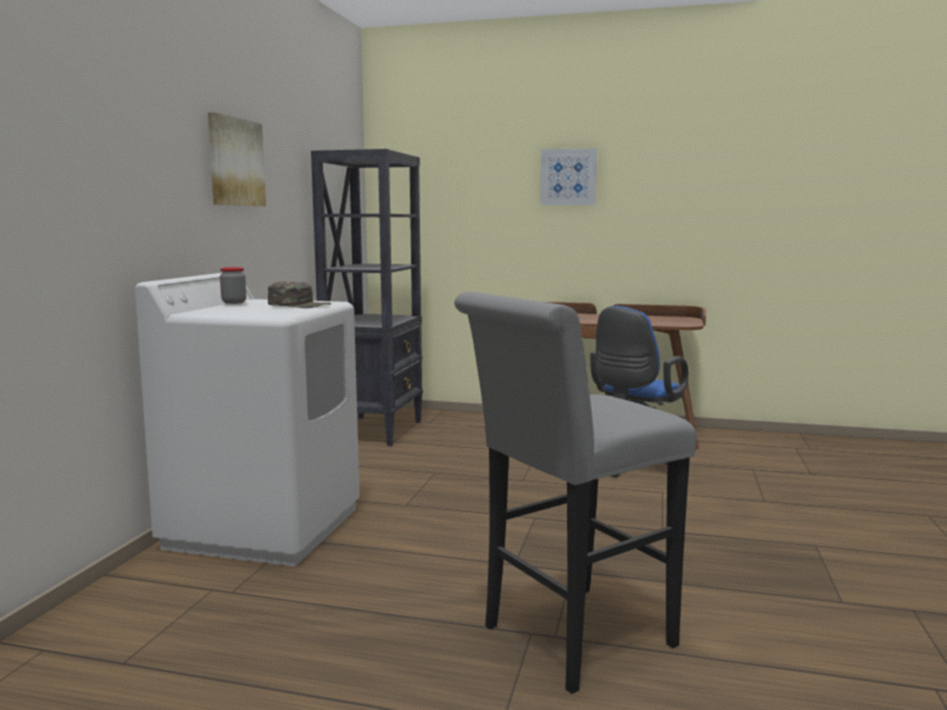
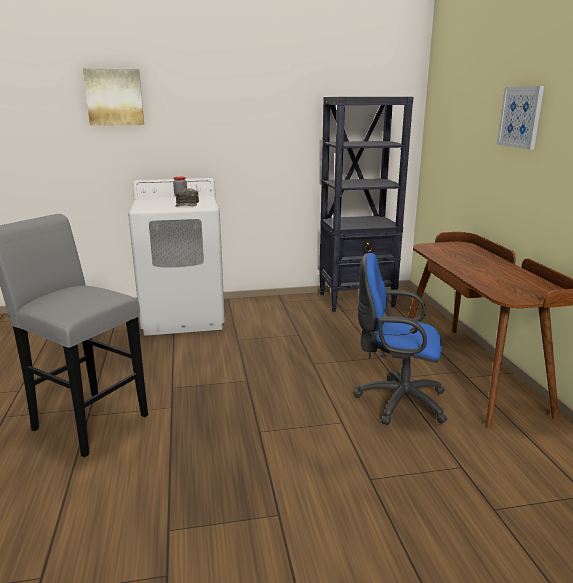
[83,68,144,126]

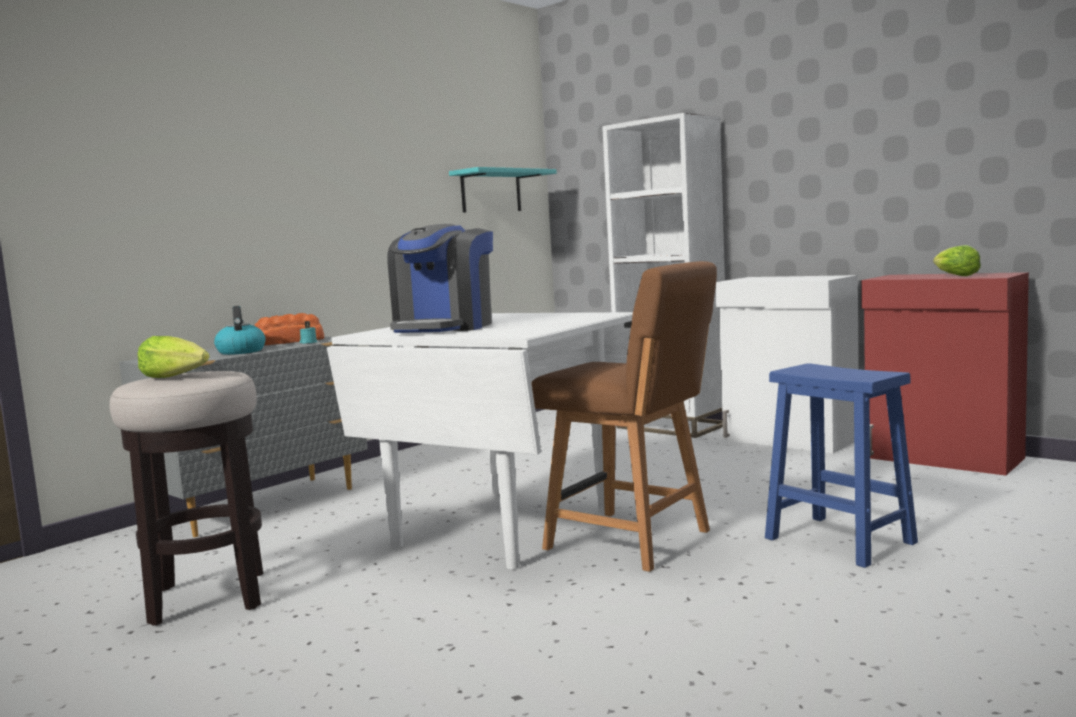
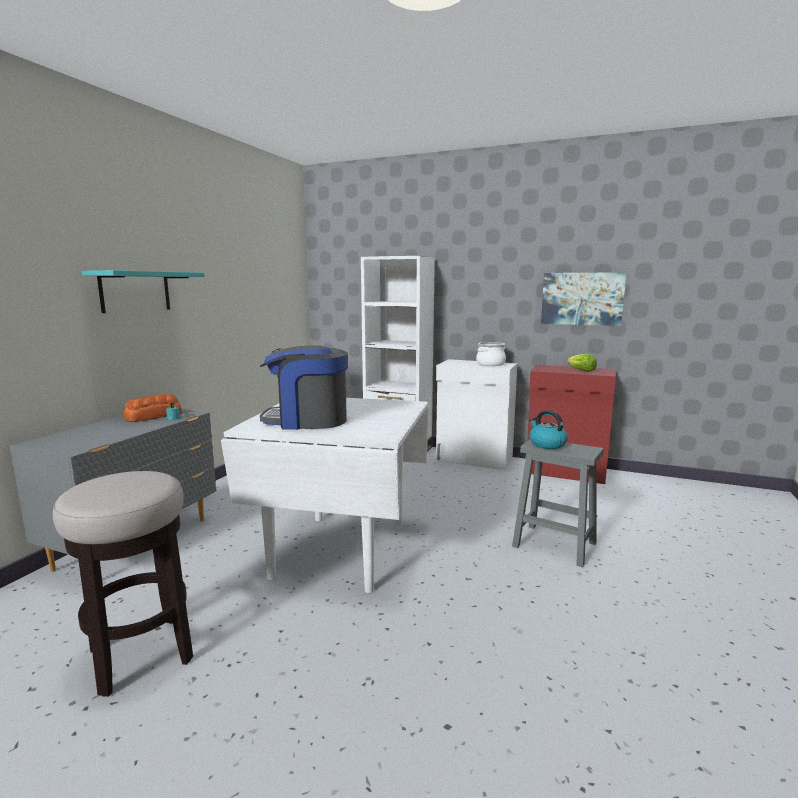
[138,336,210,378] (first image)
[531,261,717,572] (first image)
[476,342,506,366]
[541,272,627,326]
[529,410,568,449]
[82,270,205,313]
[512,440,604,567]
[260,346,348,430]

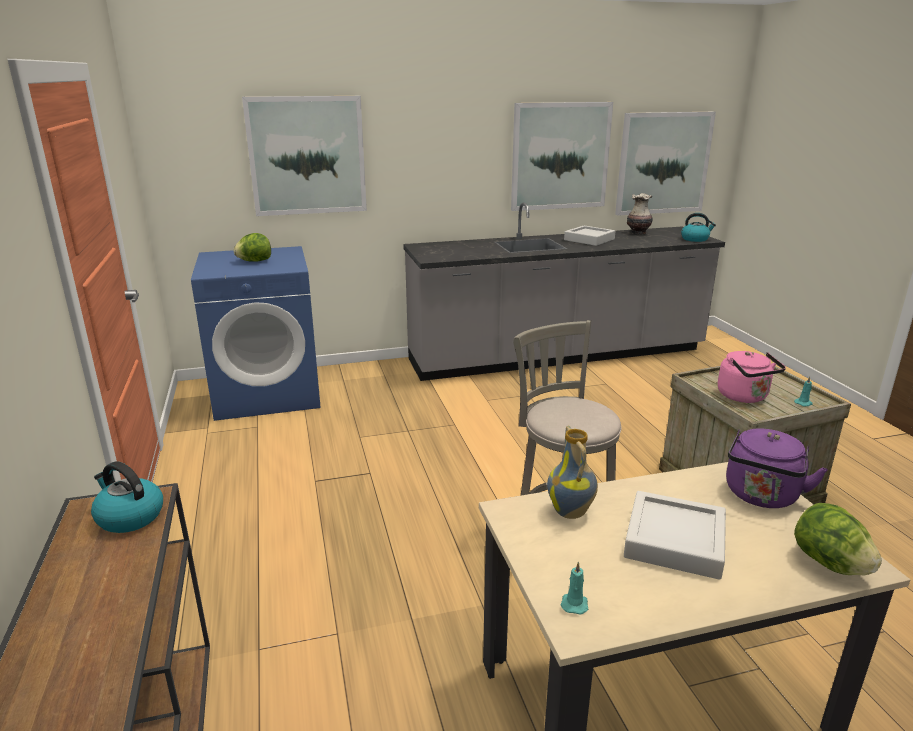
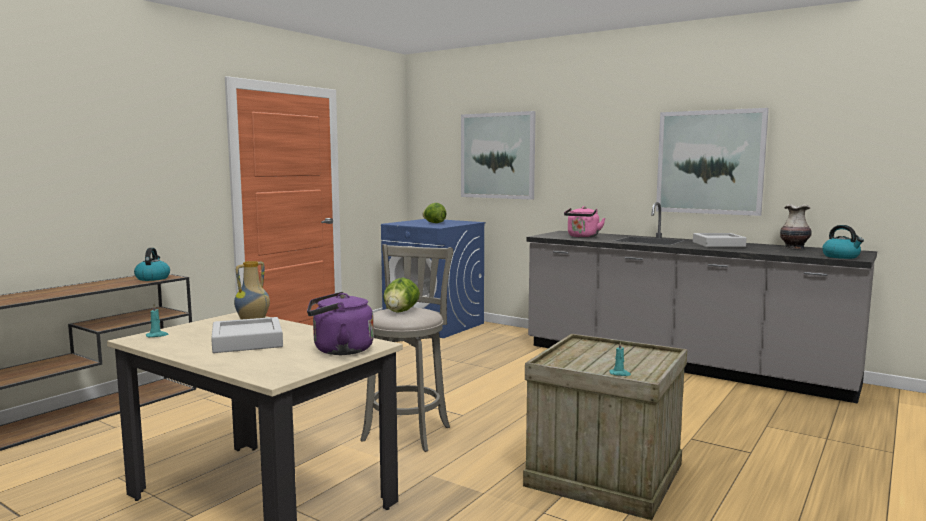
[615,112,716,216] (first image)
[564,206,605,238]
[383,277,420,313]

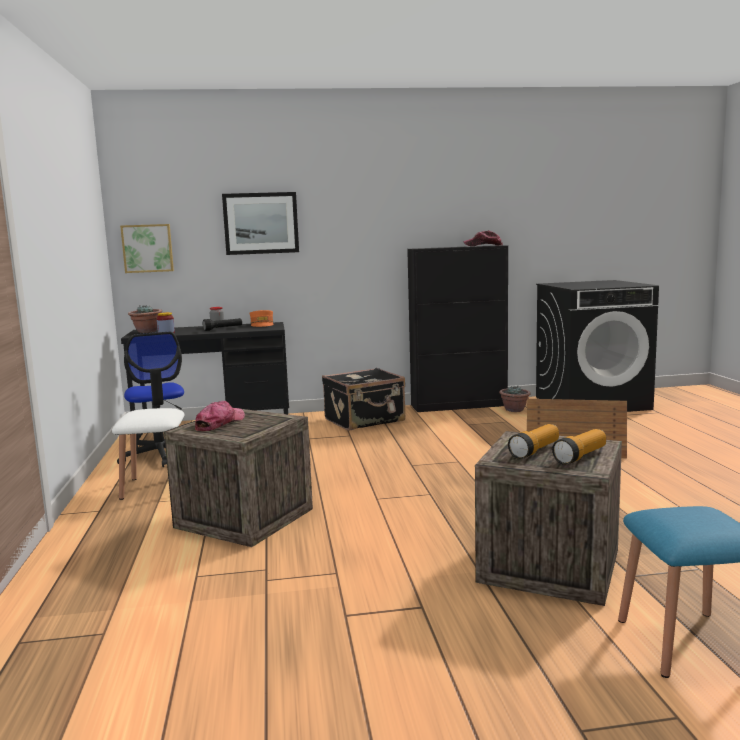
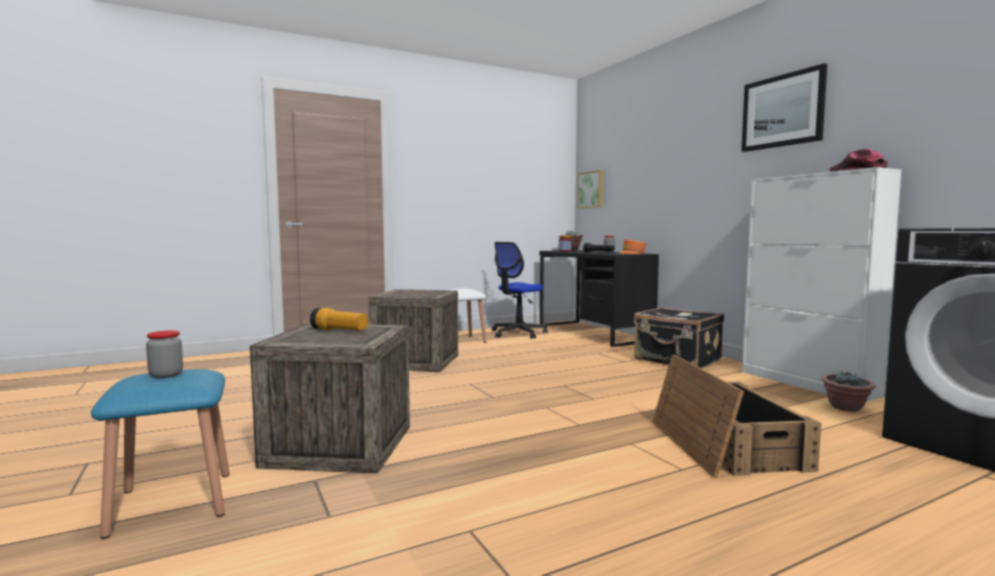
[195,401,245,431] (first image)
[552,429,606,465] (first image)
[146,330,183,378]
[741,63,827,152]
[742,167,902,402]

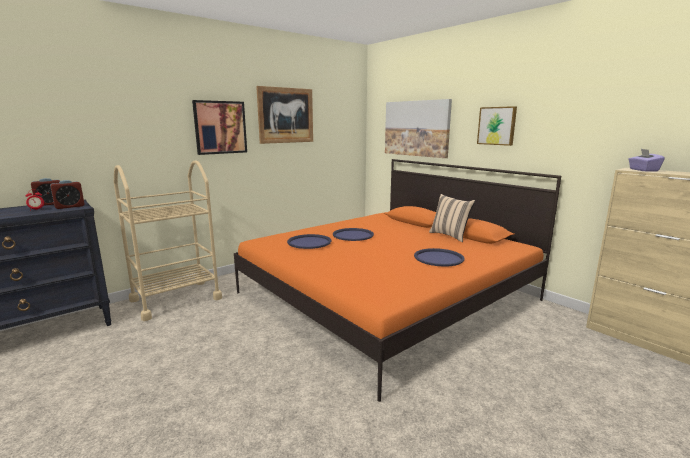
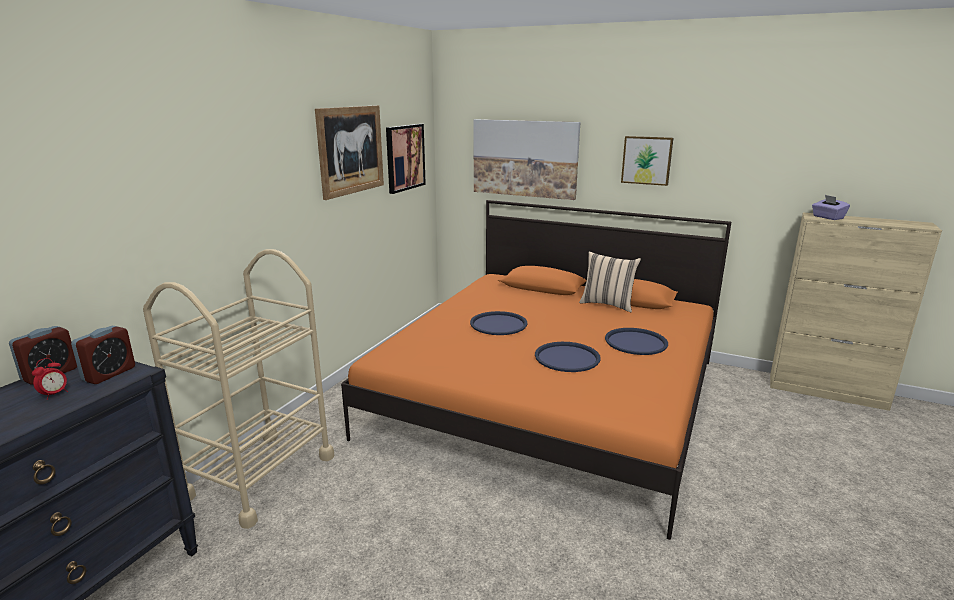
[386,124,426,194]
[535,342,600,372]

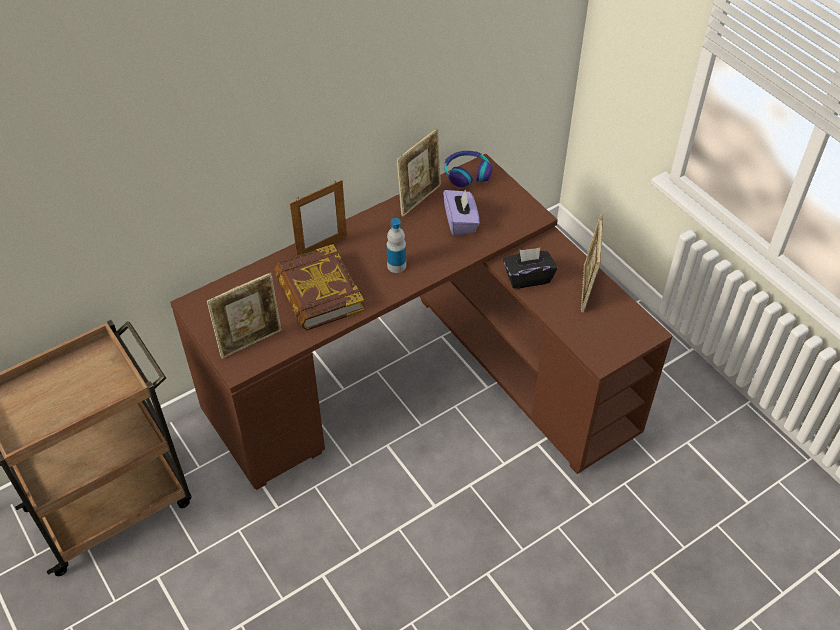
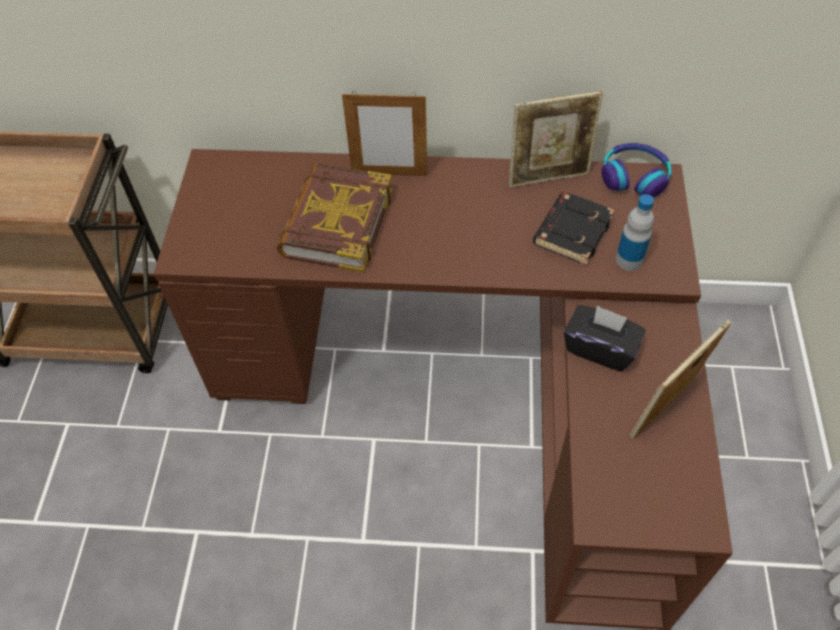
[207,273,282,359] (first image)
[616,194,654,271]
[533,192,614,265]

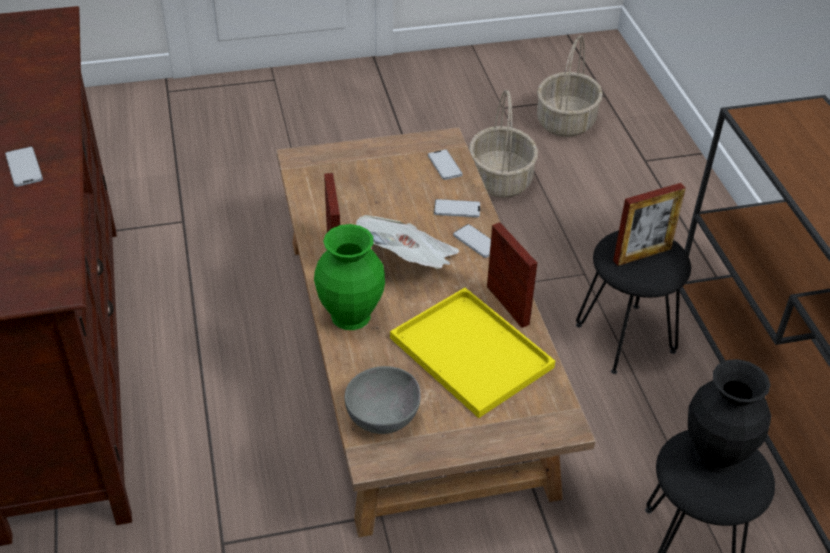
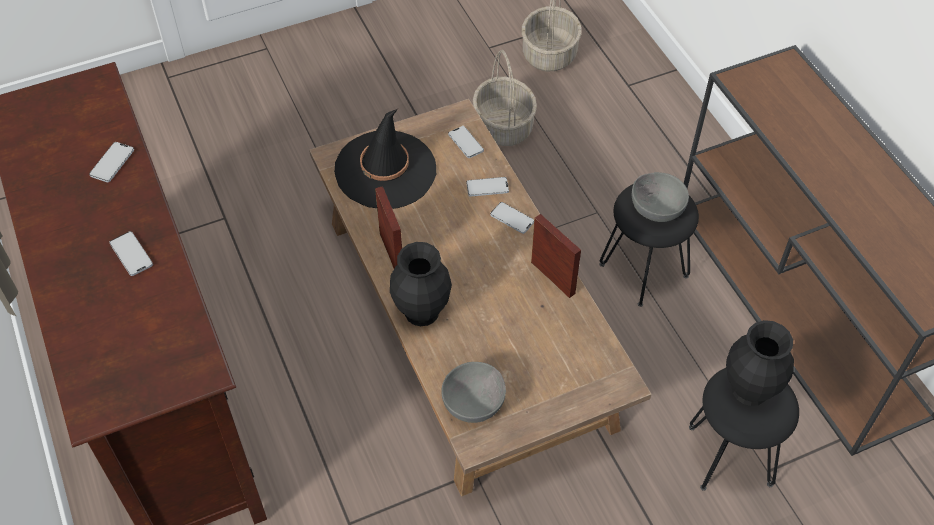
[356,215,459,269] (first image)
[390,288,555,418] (first image)
[89,142,134,182]
[334,109,436,209]
[632,172,689,222]
[390,242,452,326]

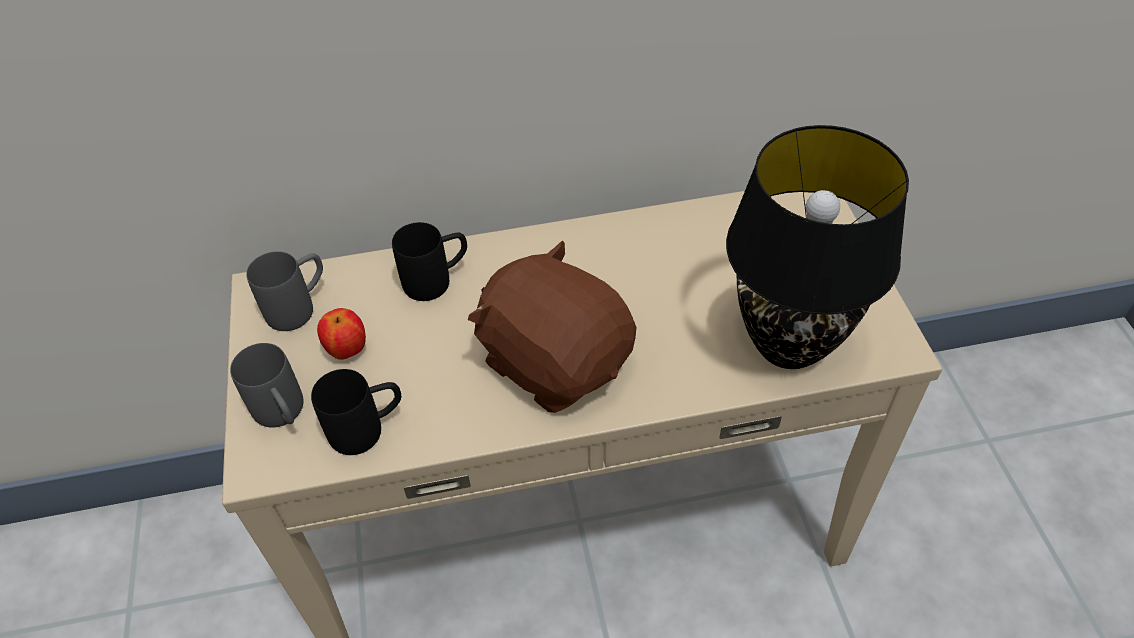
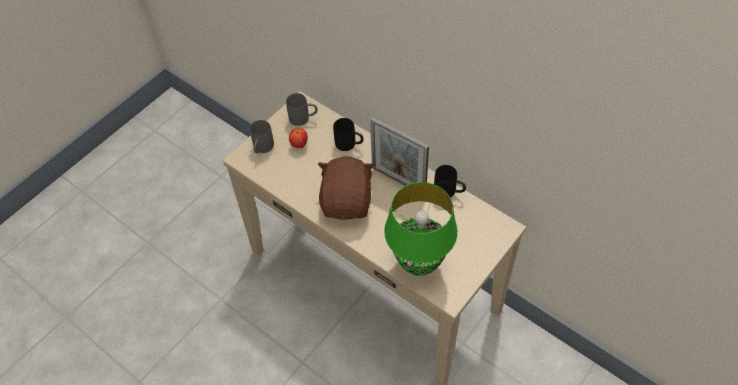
[370,117,429,186]
[434,165,466,198]
[384,182,458,276]

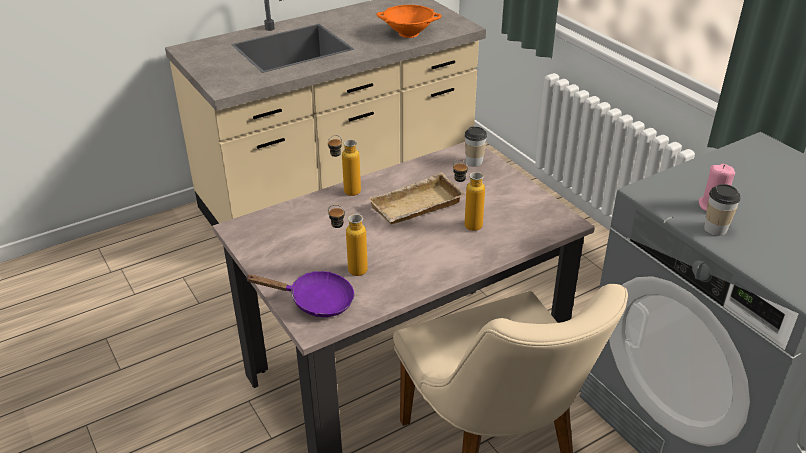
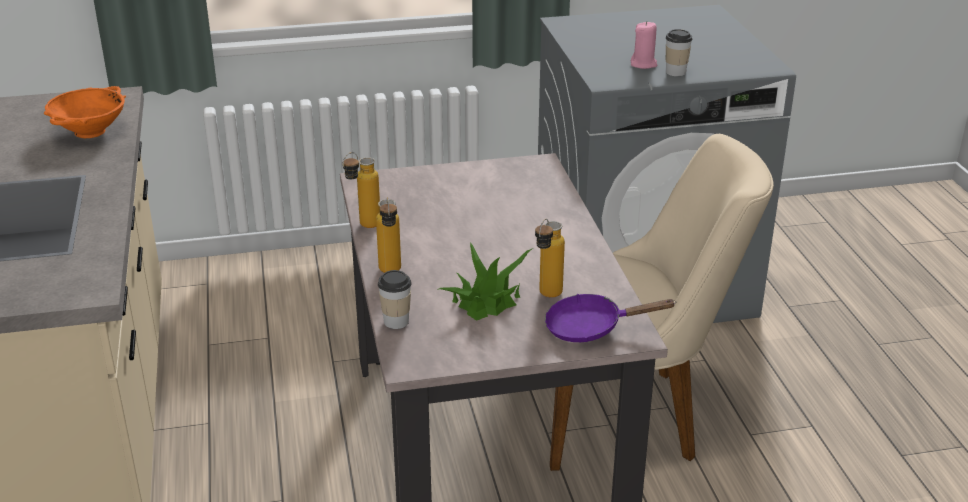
[368,172,465,224] (first image)
[437,242,533,321]
[343,152,380,228]
[378,270,412,329]
[545,294,675,342]

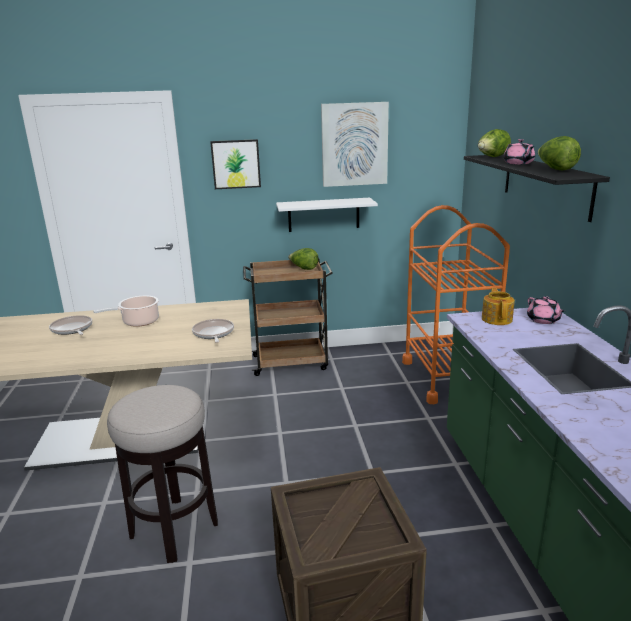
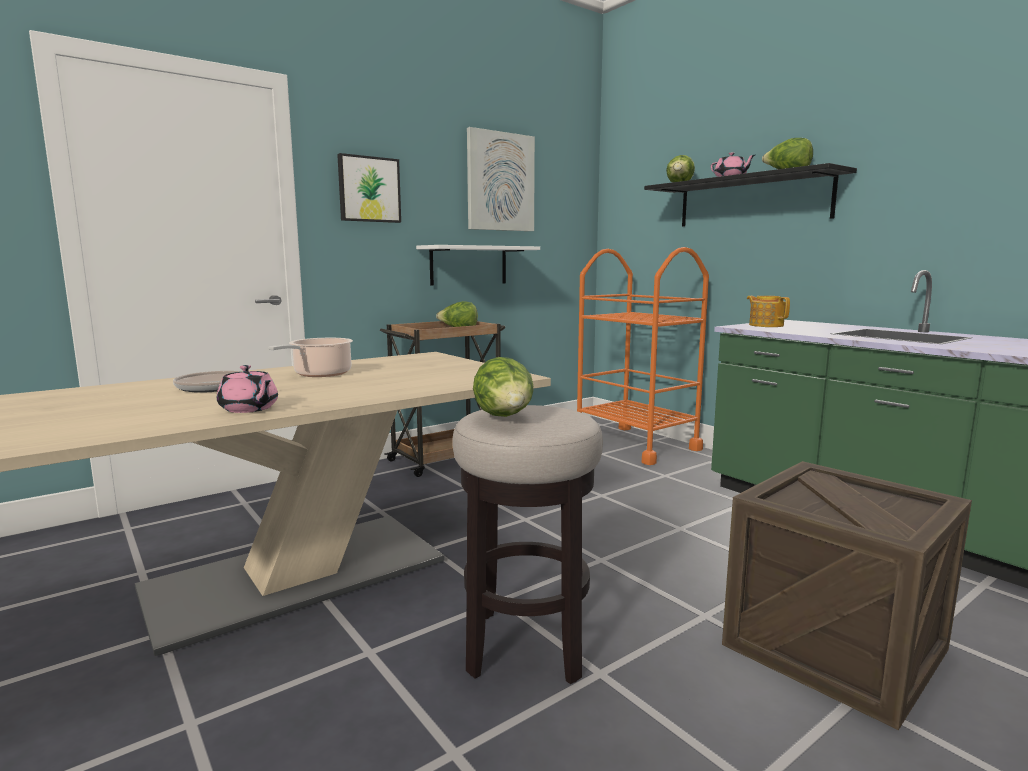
[192,319,234,343] (first image)
[473,357,533,417]
[217,365,278,413]

